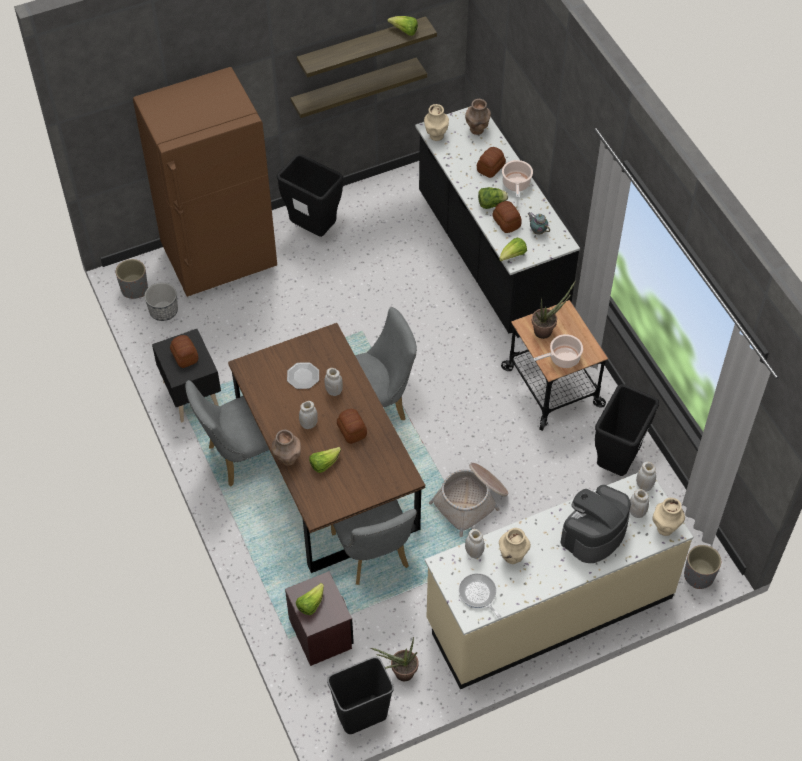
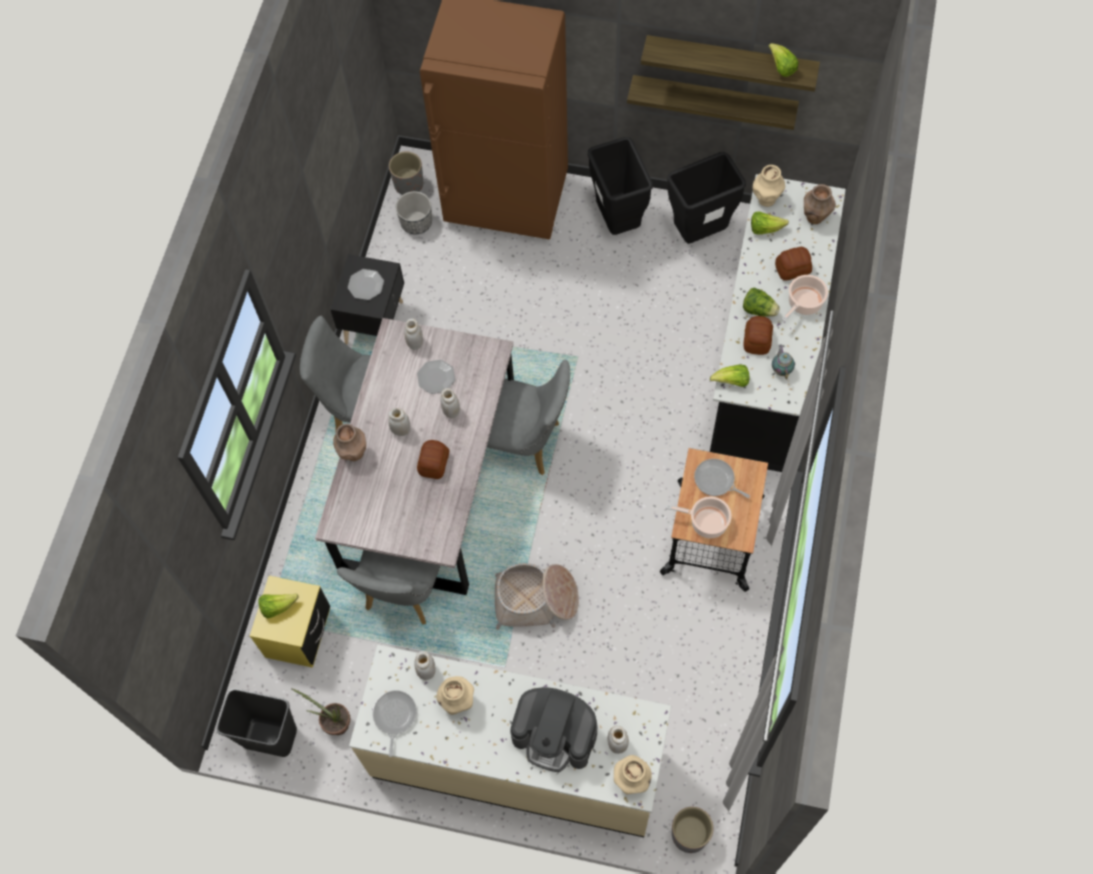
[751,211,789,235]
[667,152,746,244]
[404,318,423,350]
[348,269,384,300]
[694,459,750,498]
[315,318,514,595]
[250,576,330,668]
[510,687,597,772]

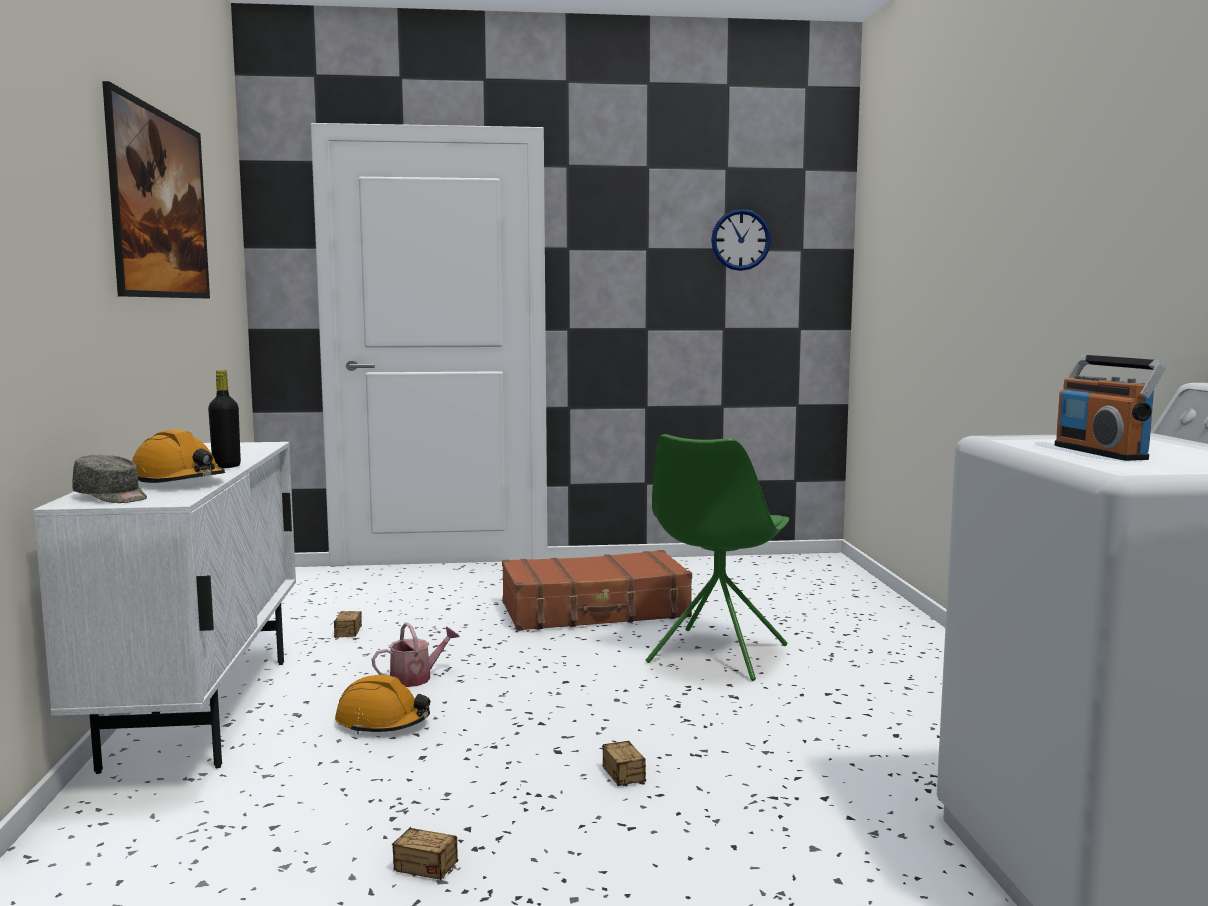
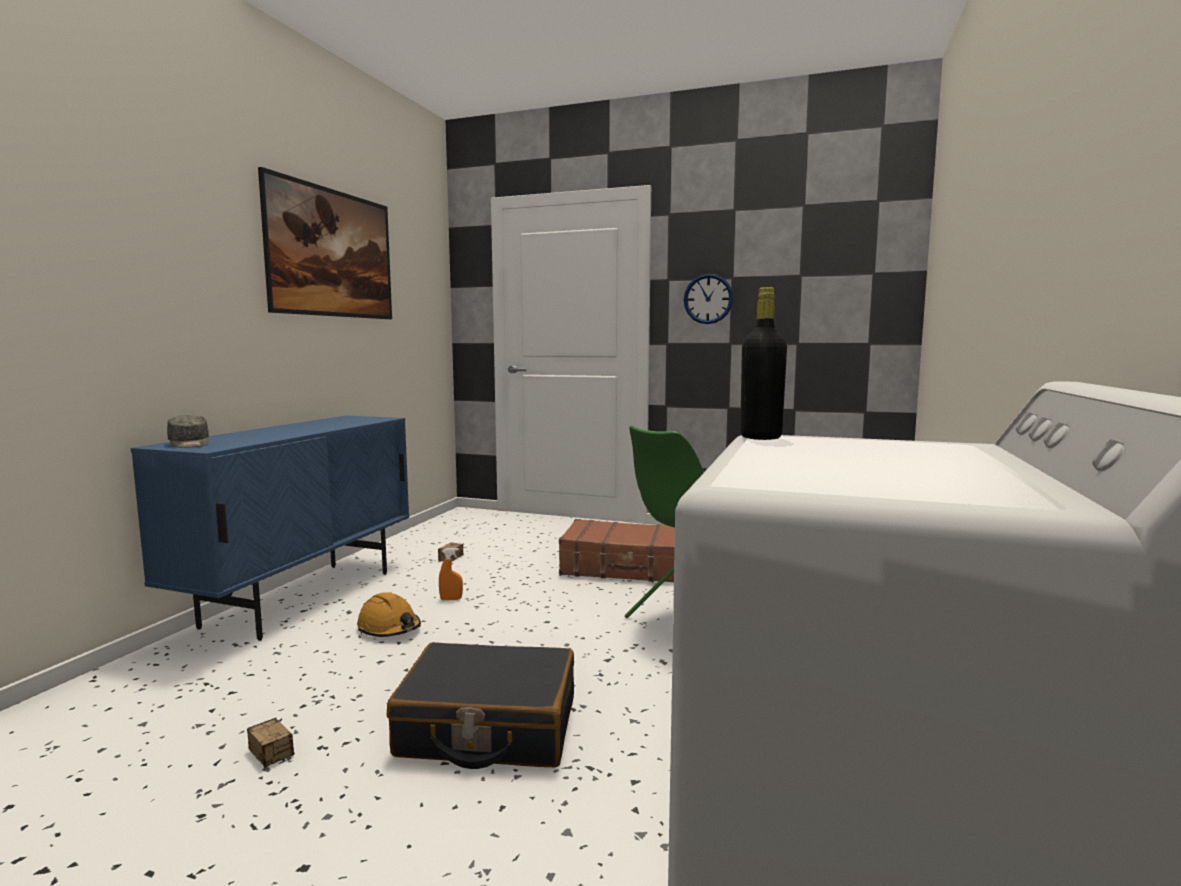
[132,429,225,483] (first image)
[1055,355,1166,461] (first image)
[740,287,787,440]
[684,274,733,324]
[439,548,463,600]
[387,642,574,769]
[130,415,409,641]

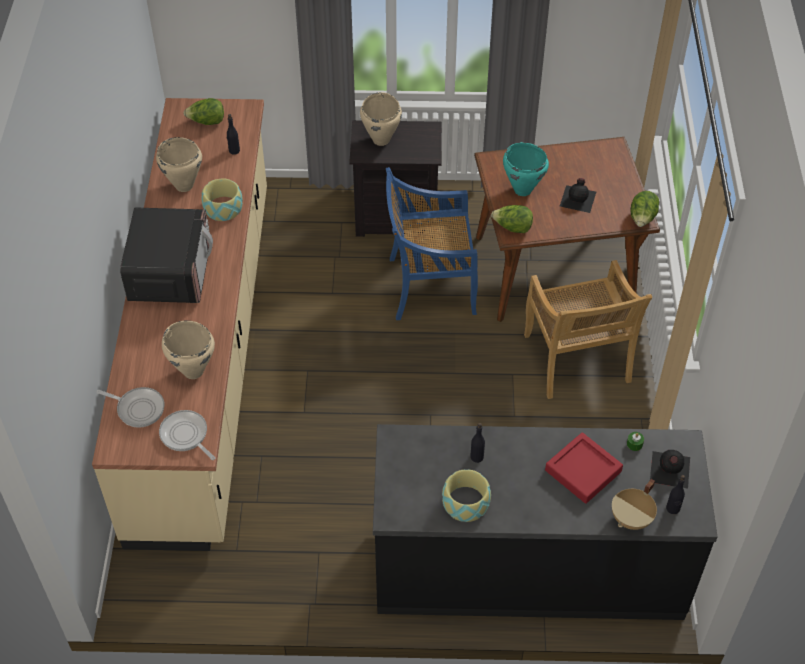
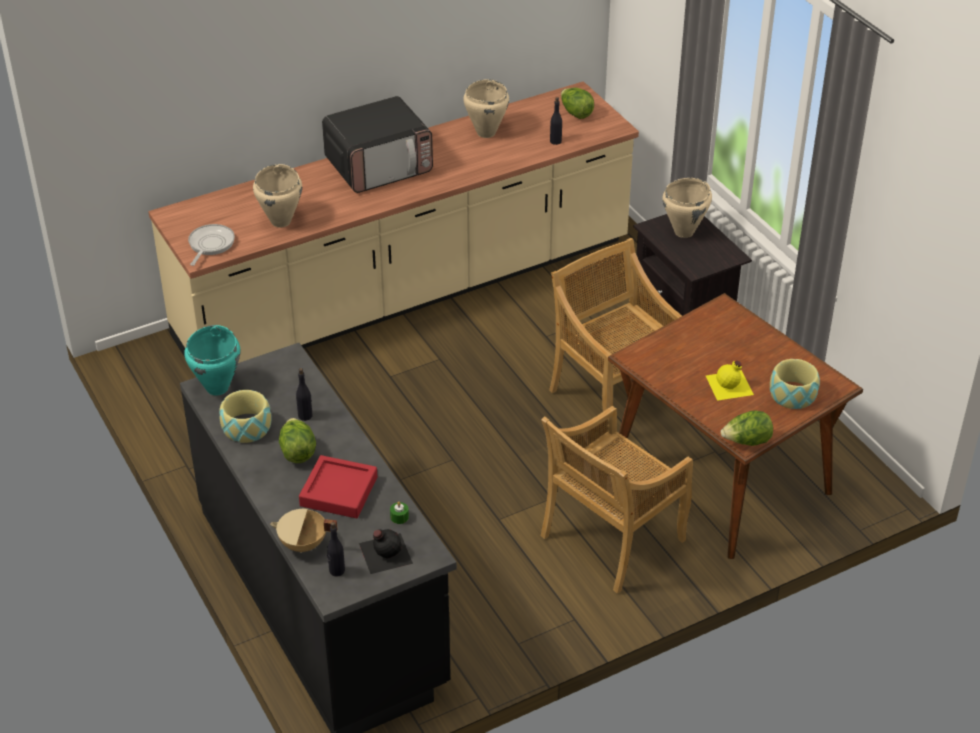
[97,387,164,428] (first image)
[770,359,820,409]
[279,418,316,463]
[184,325,241,395]
[549,238,682,411]
[706,361,754,401]

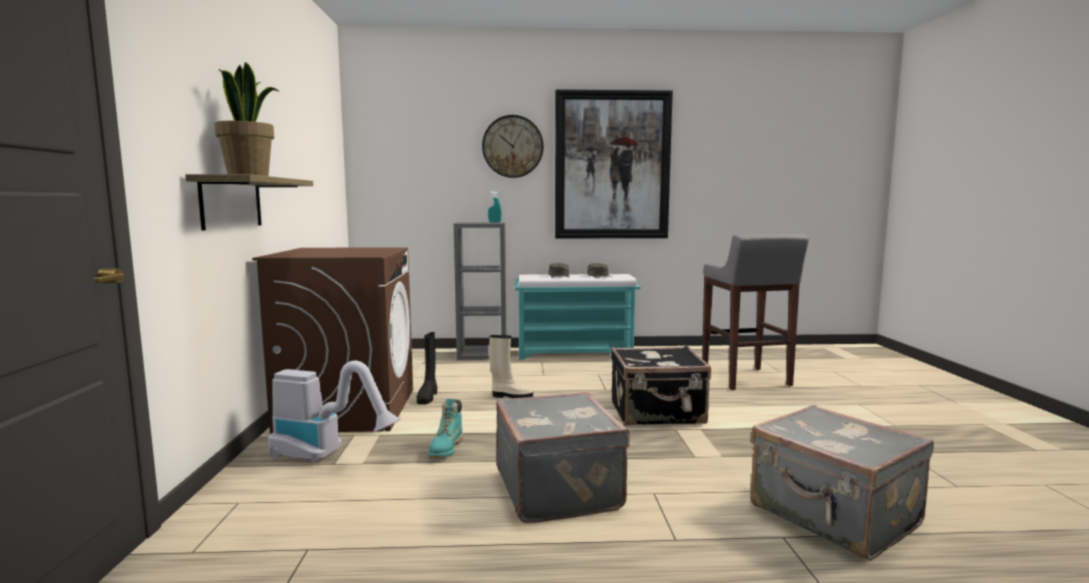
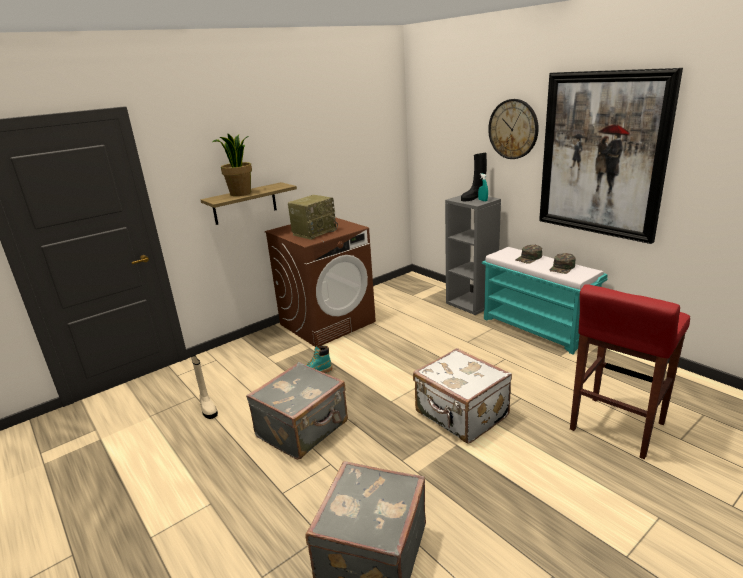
[268,361,401,463] (first image)
[288,195,338,240]
[461,153,487,201]
[191,355,218,419]
[413,348,512,444]
[570,284,690,459]

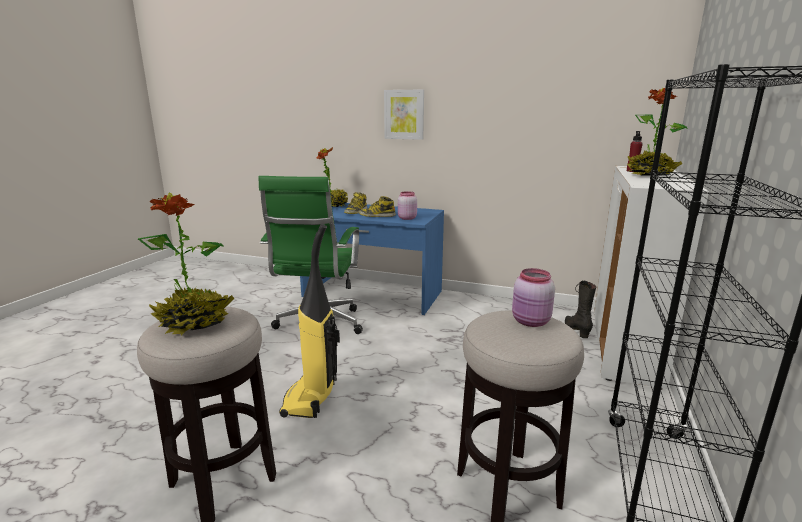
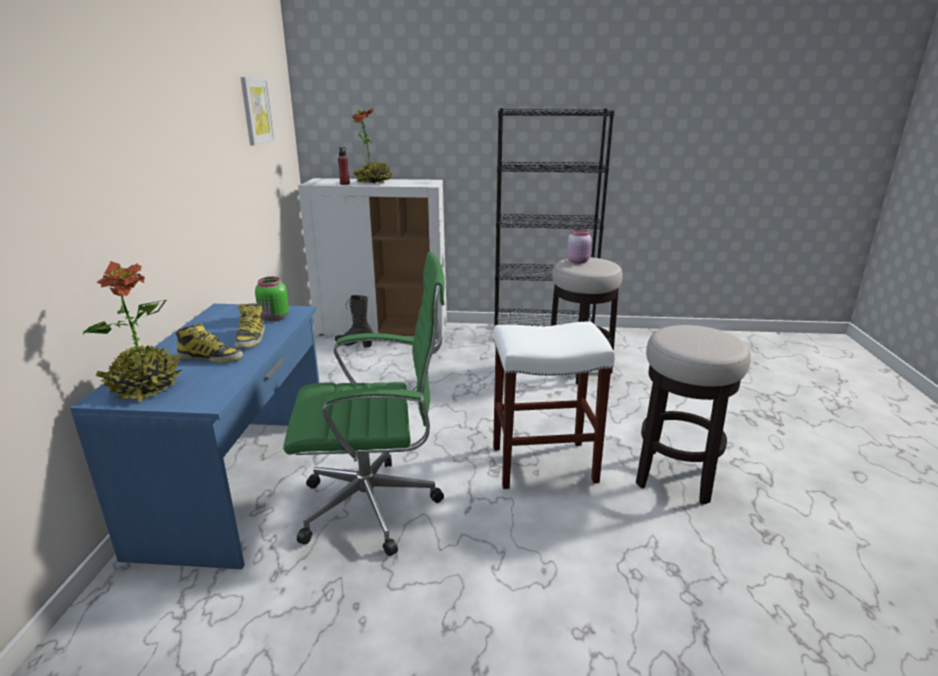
[138,193,234,336] (first image)
[240,77,275,145]
[493,321,615,489]
[255,277,289,321]
[335,295,373,347]

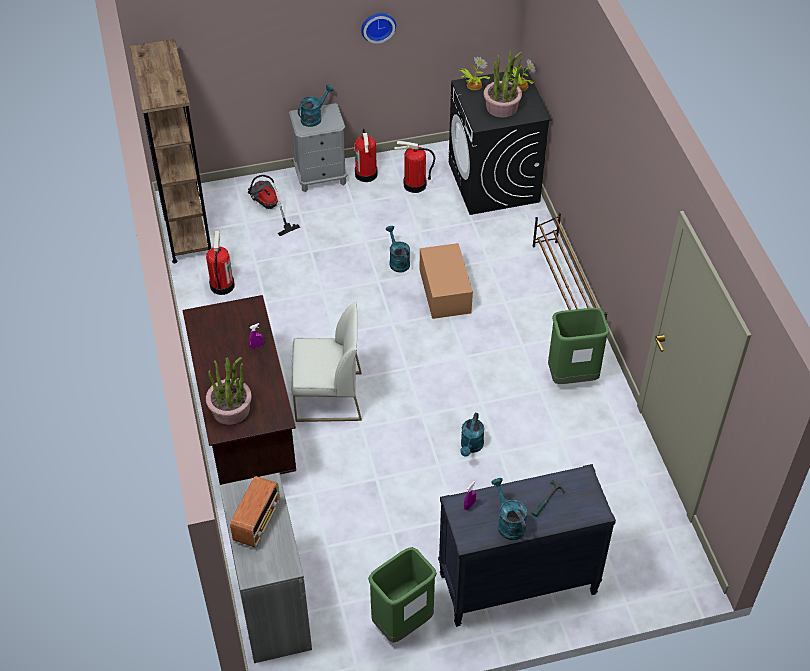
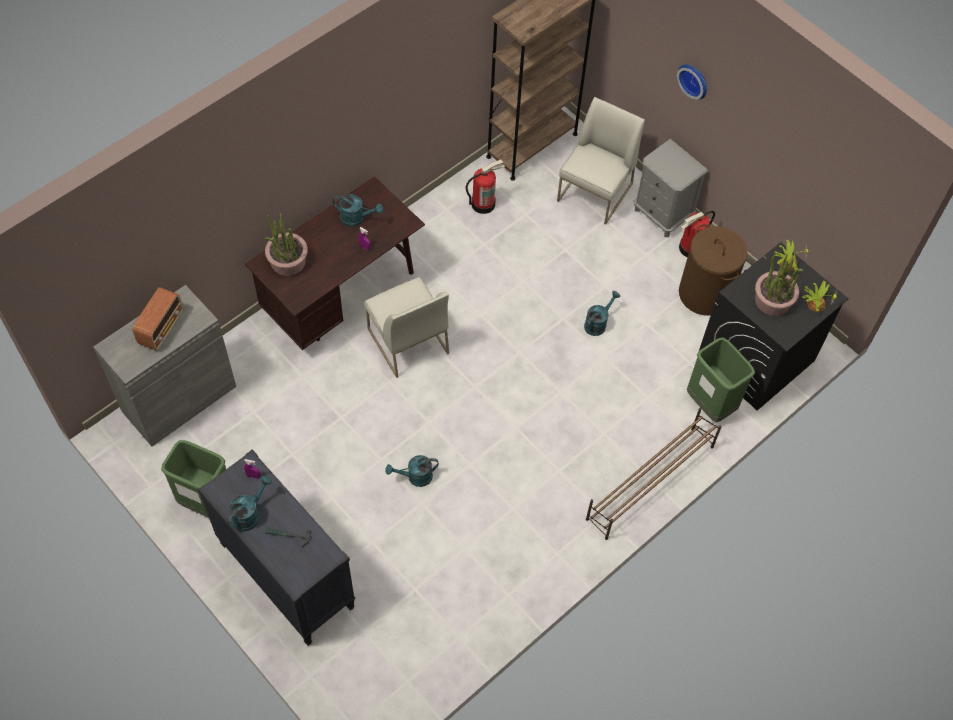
[420,243,473,319] (first image)
[333,194,383,227]
[677,65,707,100]
[687,337,755,422]
[557,97,645,225]
[679,224,747,315]
[132,287,183,351]

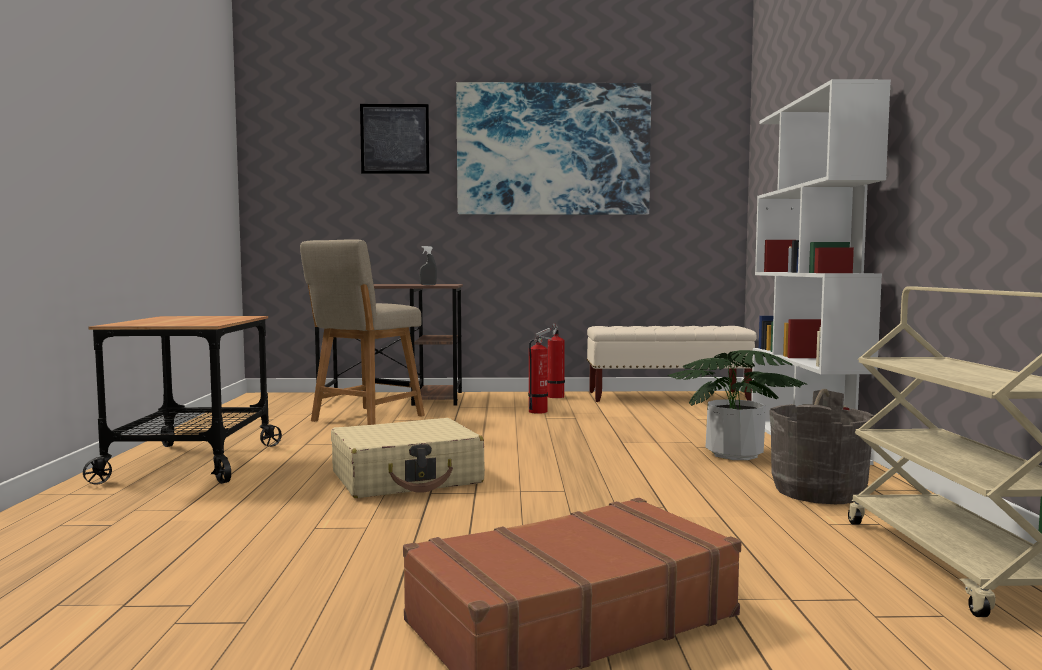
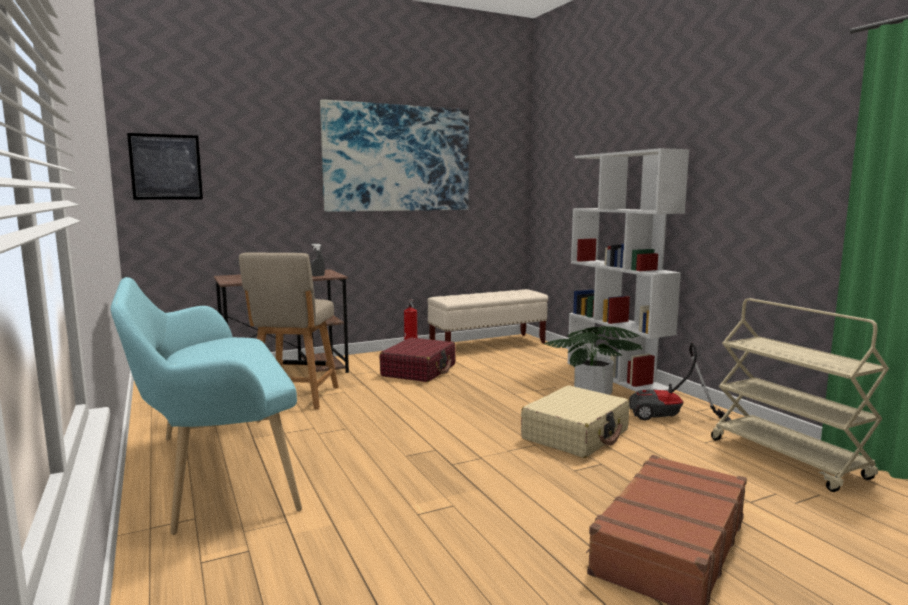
[521,385,630,458]
[127,133,203,200]
[111,277,302,535]
[380,337,456,382]
[629,342,731,421]

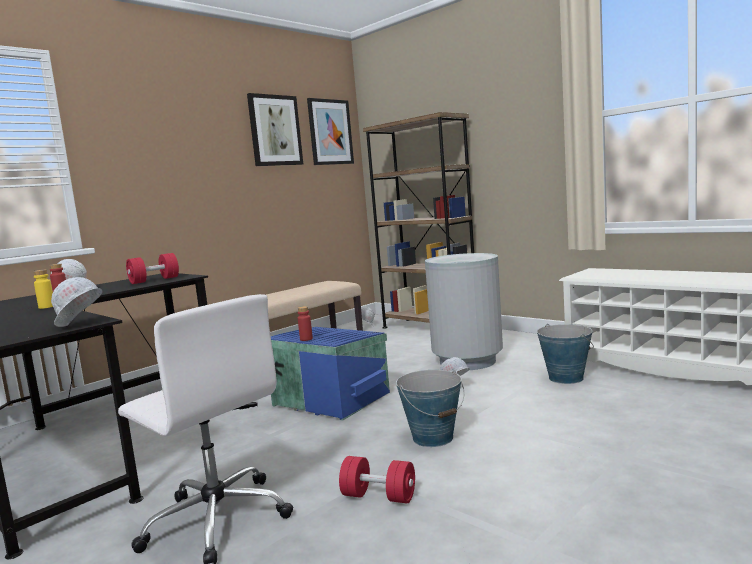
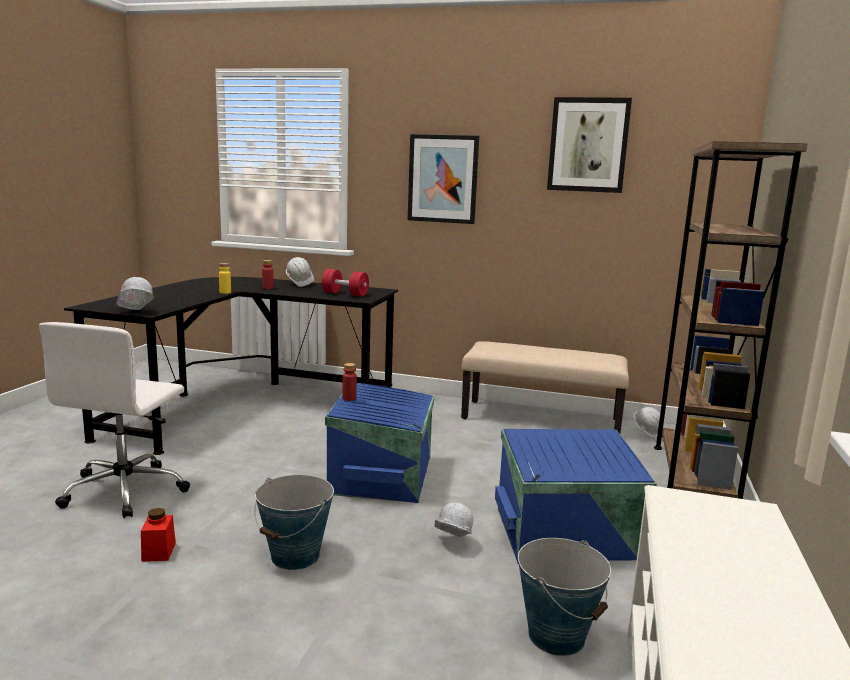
[408,134,479,224]
[141,508,176,562]
[495,429,657,564]

